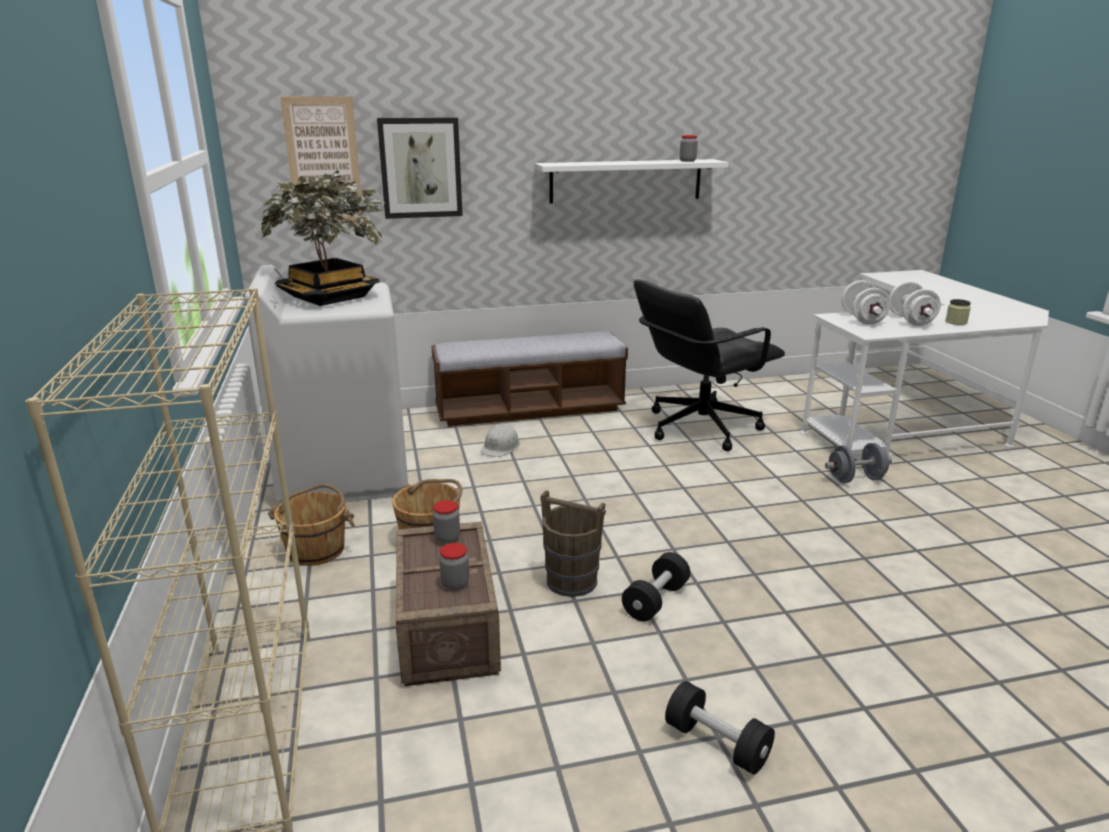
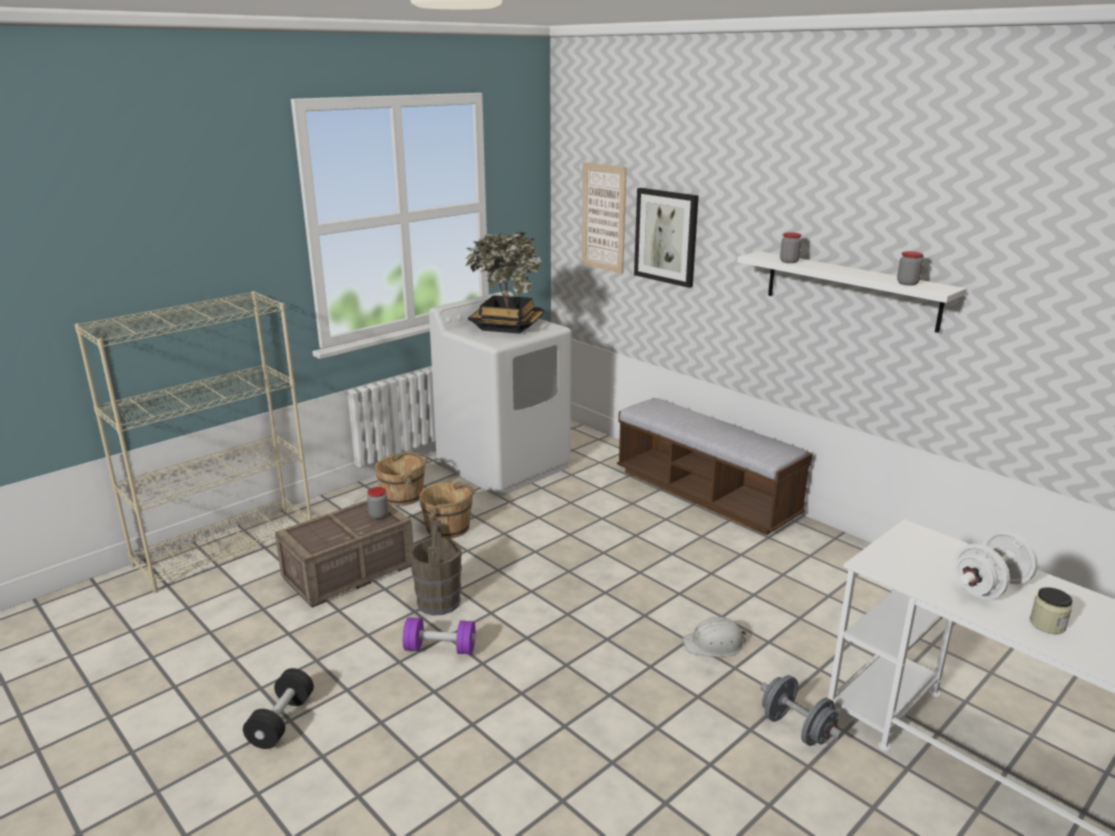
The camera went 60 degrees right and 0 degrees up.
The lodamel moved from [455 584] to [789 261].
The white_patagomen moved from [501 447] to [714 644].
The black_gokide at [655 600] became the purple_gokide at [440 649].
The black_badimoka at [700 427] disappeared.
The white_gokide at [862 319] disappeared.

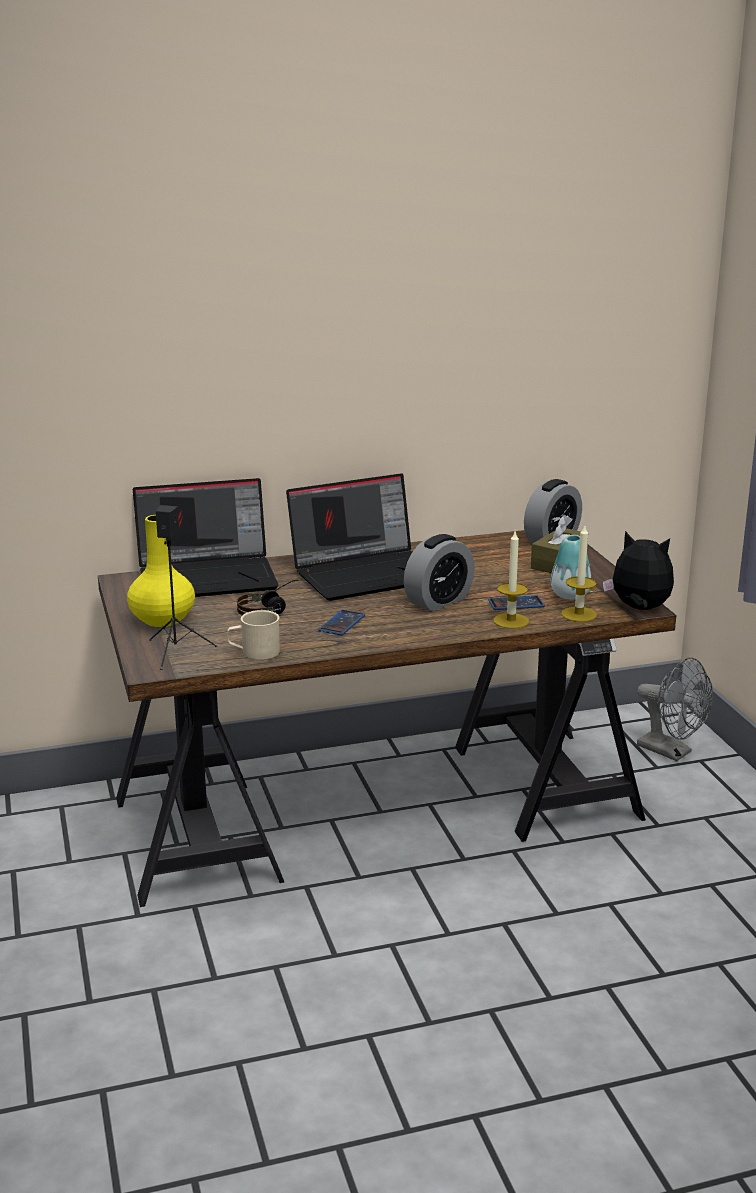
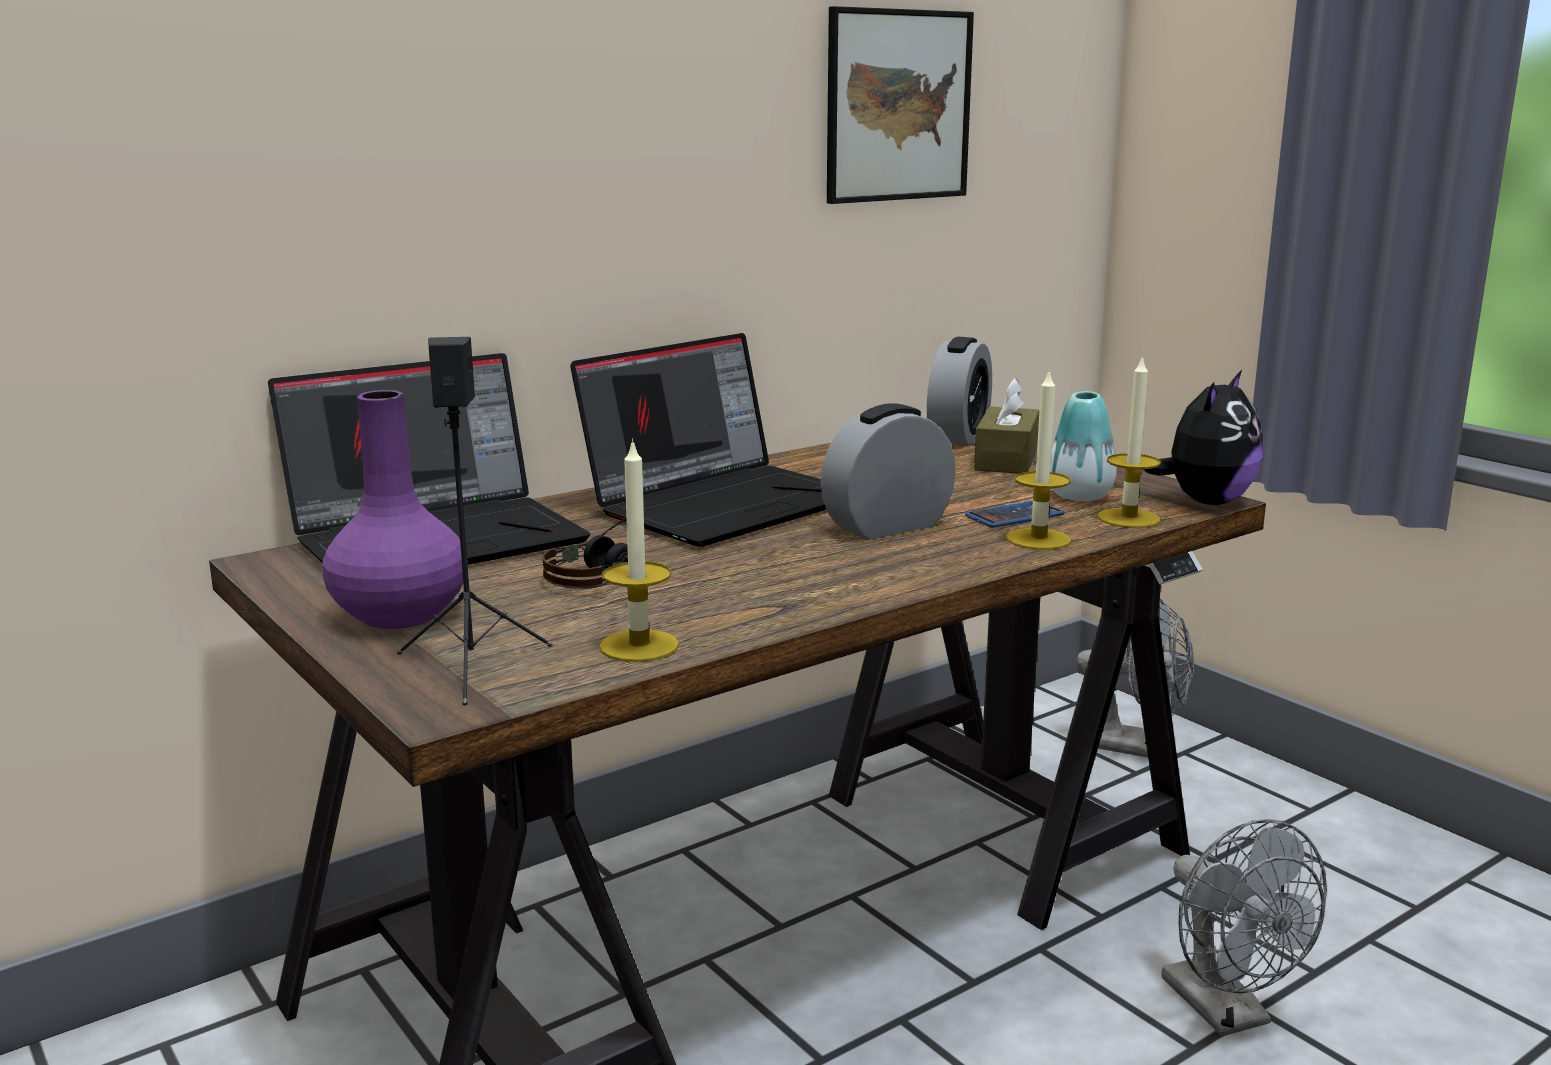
The camera went 20 degrees left and 5 degrees down.
The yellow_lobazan at [162 619] became the purple_lobazan at [398 615].
The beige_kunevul at [254 652] was replaced by the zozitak at [639 646].
The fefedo at [342 623] disappeared.
The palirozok at [438 601] turned 150 degrees counterclockwise.
The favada at [639 609] turned 120 degrees clockwise.
The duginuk at [898 106] appeared.
The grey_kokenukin at [1227 1012] appeared.

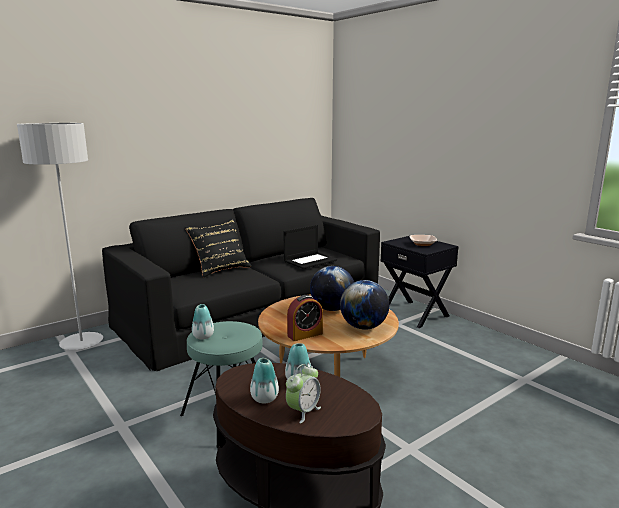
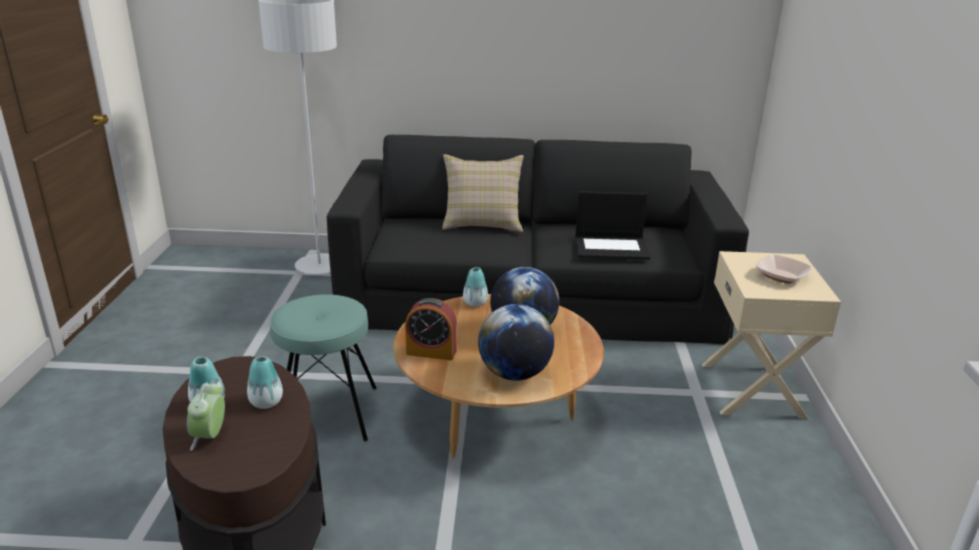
The camera went 40 degrees right and 10 degrees up.
The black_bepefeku at [220 269] became the beige_bepefeku at [482 223].
The lobazan moved from [203 336] to [475 303].
The palirozok at [303 411] turned 105 degrees clockwise.
The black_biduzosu at [415 313] became the beige_biduzosu at [754 390].

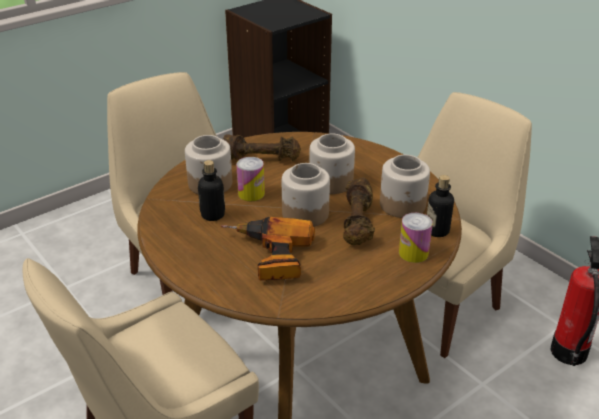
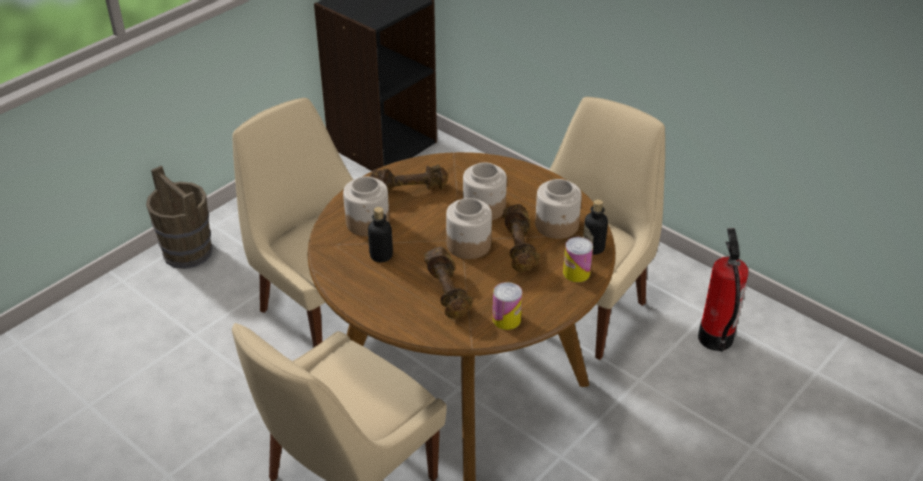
The camera went 10 degrees left and 5 degrees up.
The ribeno at [270 257] was replaced by the brown_gokide at [448 292].
The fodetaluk moved from [251 193] to [506 319].
The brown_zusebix at [187 252] appeared.

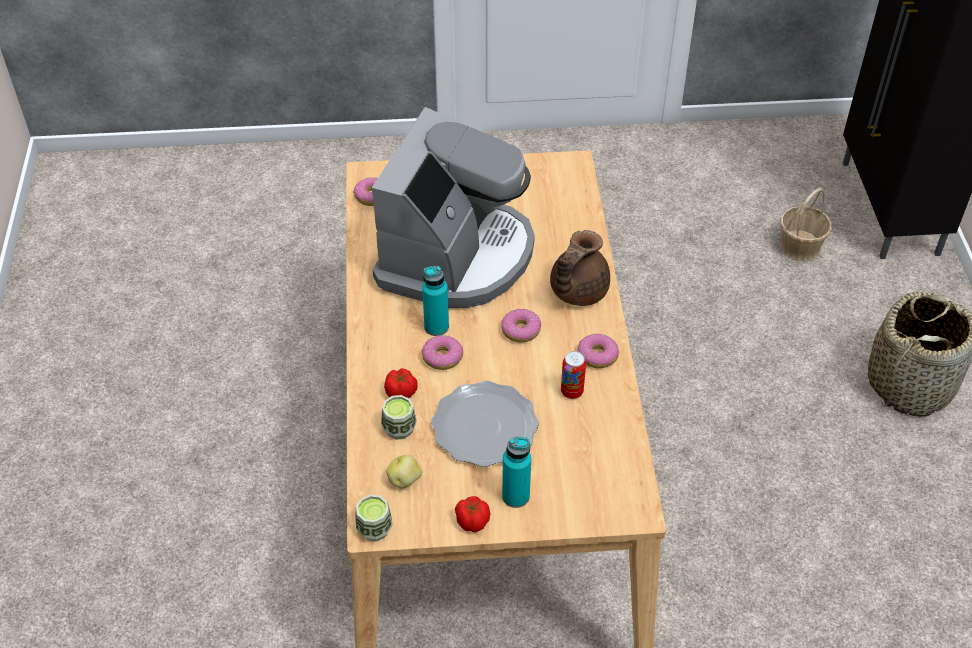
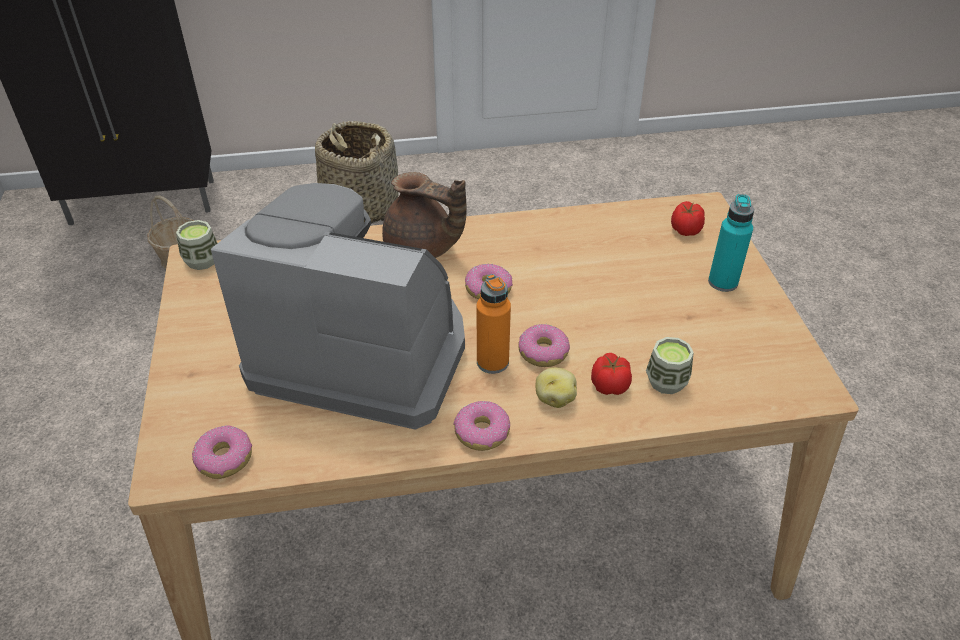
The camera went 95 degrees left and 5 degrees down.
The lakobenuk moved from [374 529] to [202 260].
The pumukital moved from [405 480] to [555 398].
The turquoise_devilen at [436 327] became the orange_devilen at [492 362].
The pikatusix at [484 427] disappeared.
The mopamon moved from [472 521] to [685 230].
The fodetaluk at [572 392] disappeared.
The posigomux moved from [597 356] to [482 432].

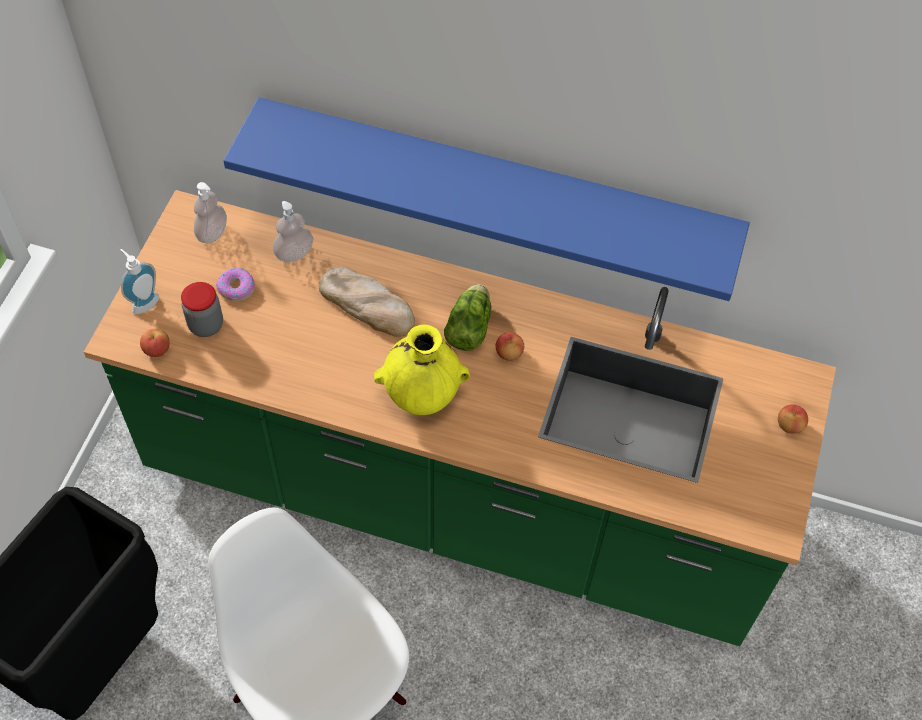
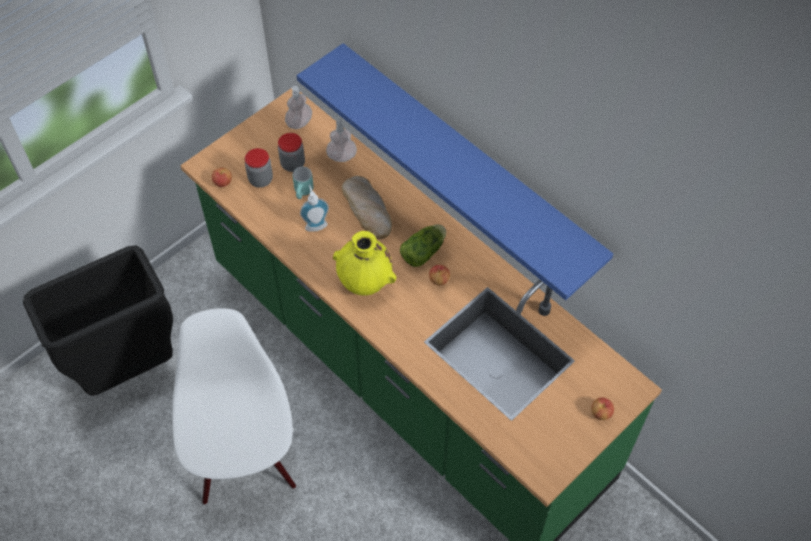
The camera went 30 degrees right and 0 degrees up.
The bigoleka moved from [143 302] to [315 224].
The posigomux at [236 288] was replaced by the lodamel at [293 164].
The turquoise_kunevul at [304 193] appeared.

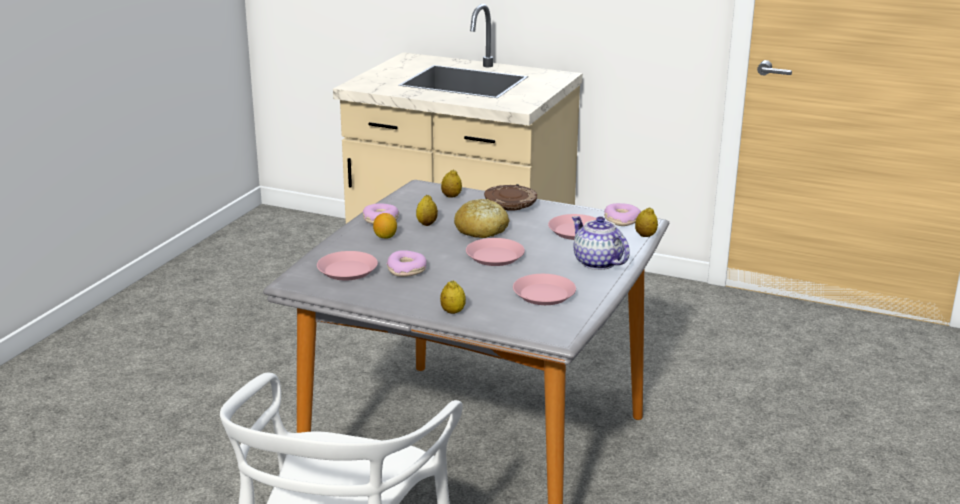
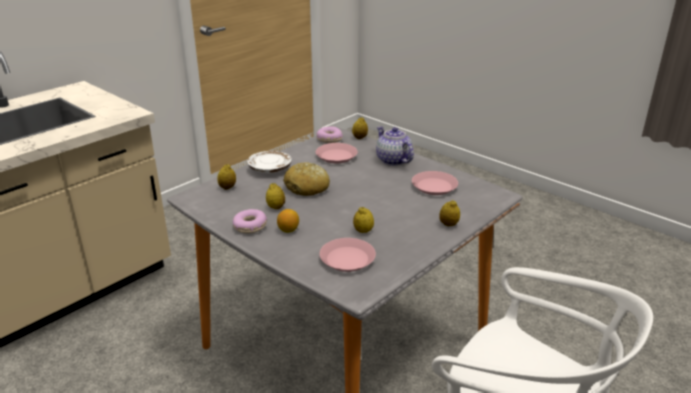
The camera went 70 degrees left and 5 degrees up.
The posigomux at [407 270] was replaced by the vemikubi at [363 231].
The pink_pikatusix at [495 257] disappeared.
The brown_pikatusix at [510 206] became the white_pikatusix at [269 169].
The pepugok at [597 263] turned 75 degrees clockwise.

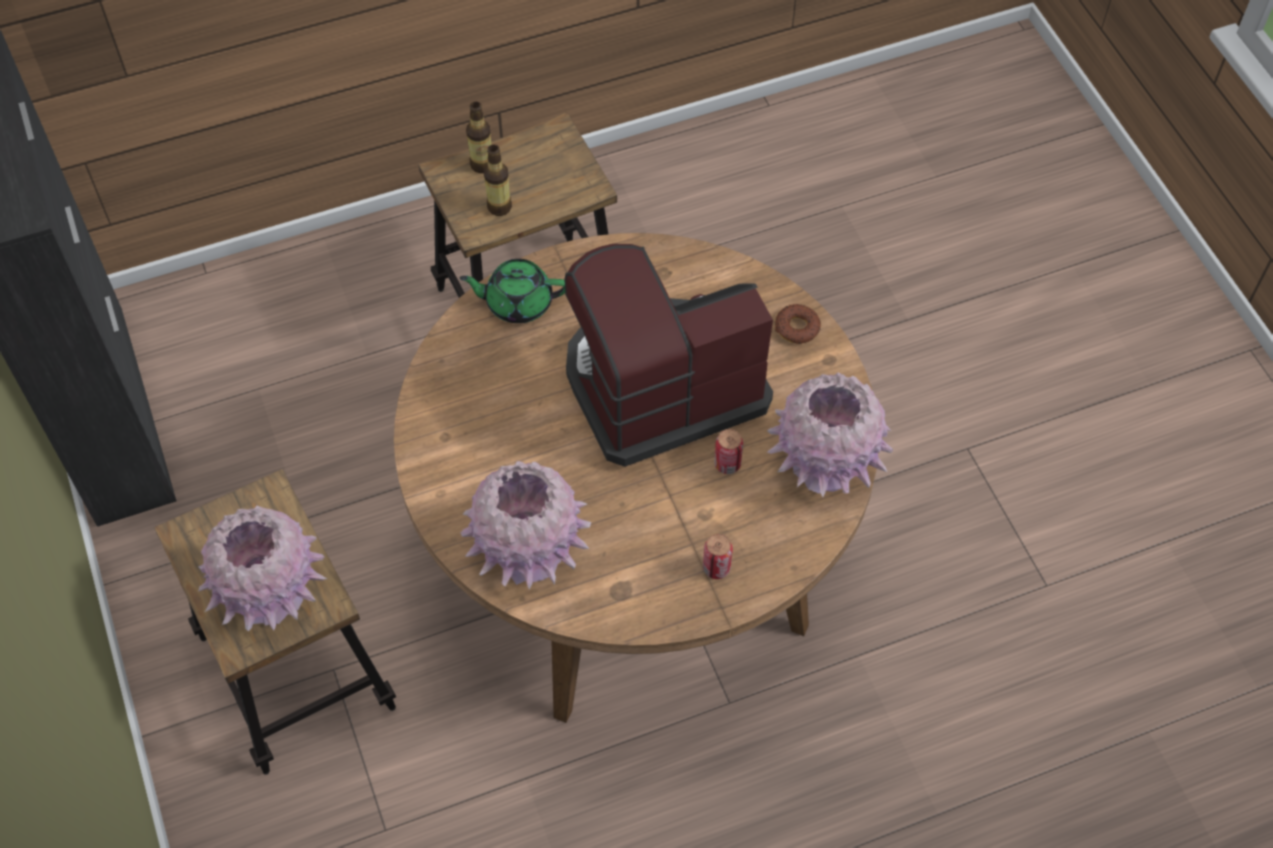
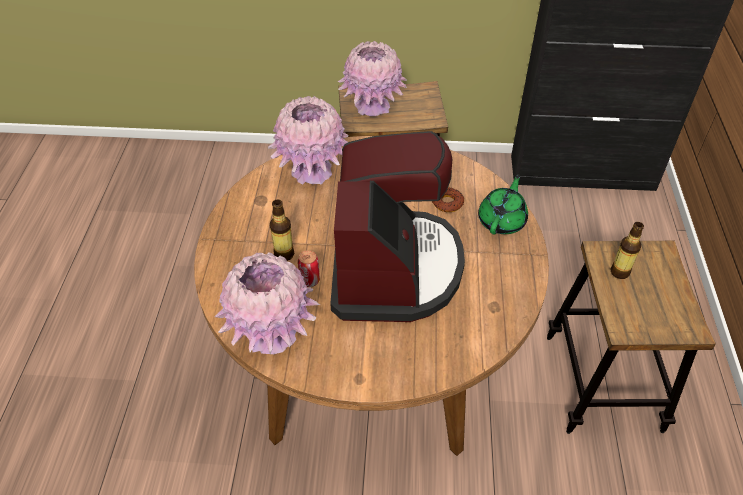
The camera went 115 degrees right and 10 degrees down.
The devilen moved from [482 164] to [284 254].
The fodetaluk at [716 568] disappeared.
The posigomux moved from [797 328] to [447 203].

